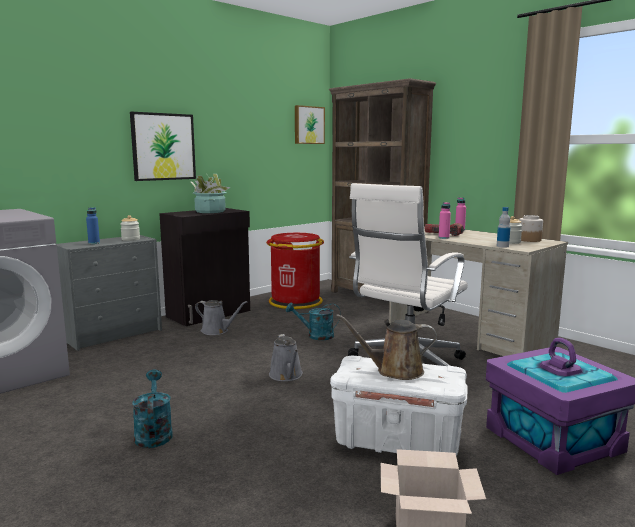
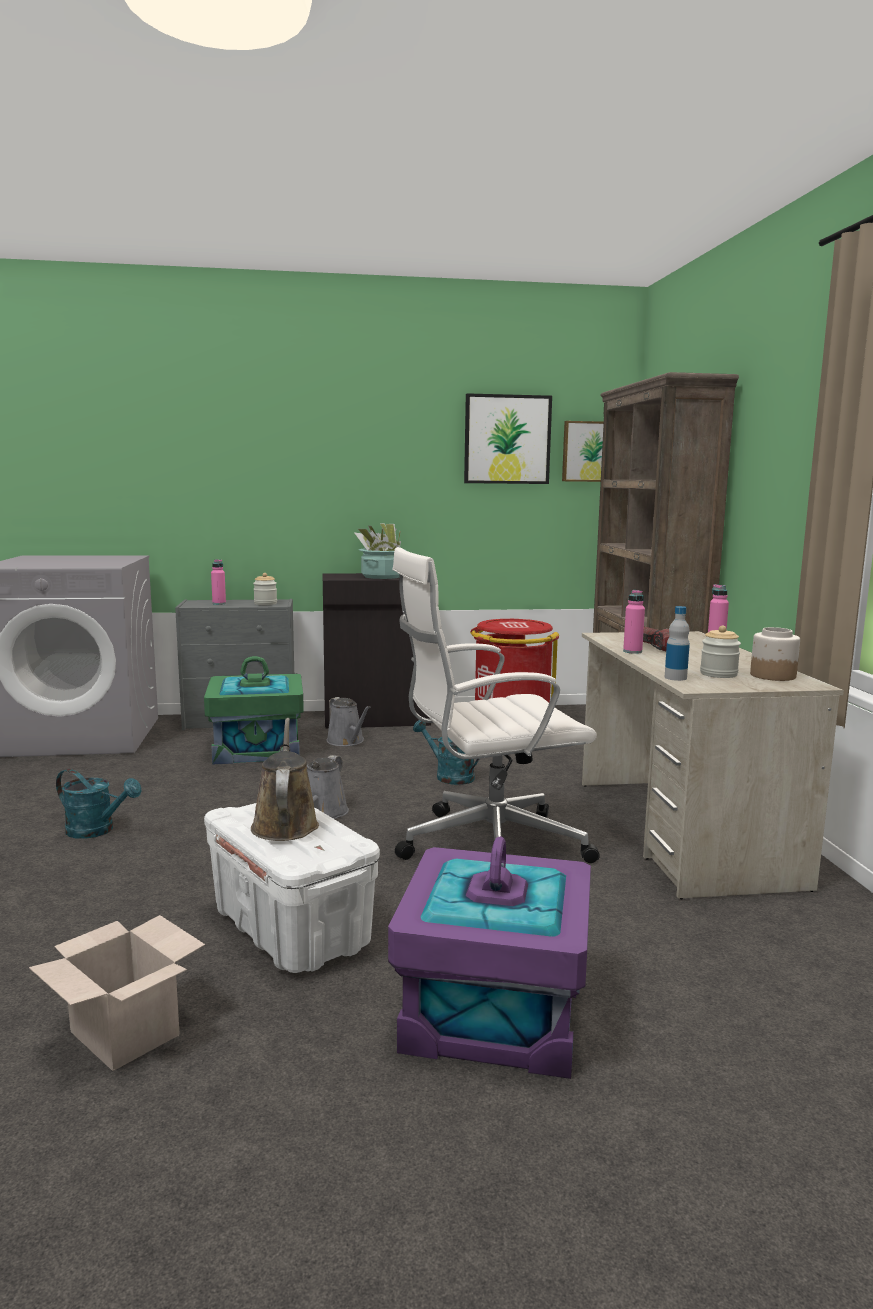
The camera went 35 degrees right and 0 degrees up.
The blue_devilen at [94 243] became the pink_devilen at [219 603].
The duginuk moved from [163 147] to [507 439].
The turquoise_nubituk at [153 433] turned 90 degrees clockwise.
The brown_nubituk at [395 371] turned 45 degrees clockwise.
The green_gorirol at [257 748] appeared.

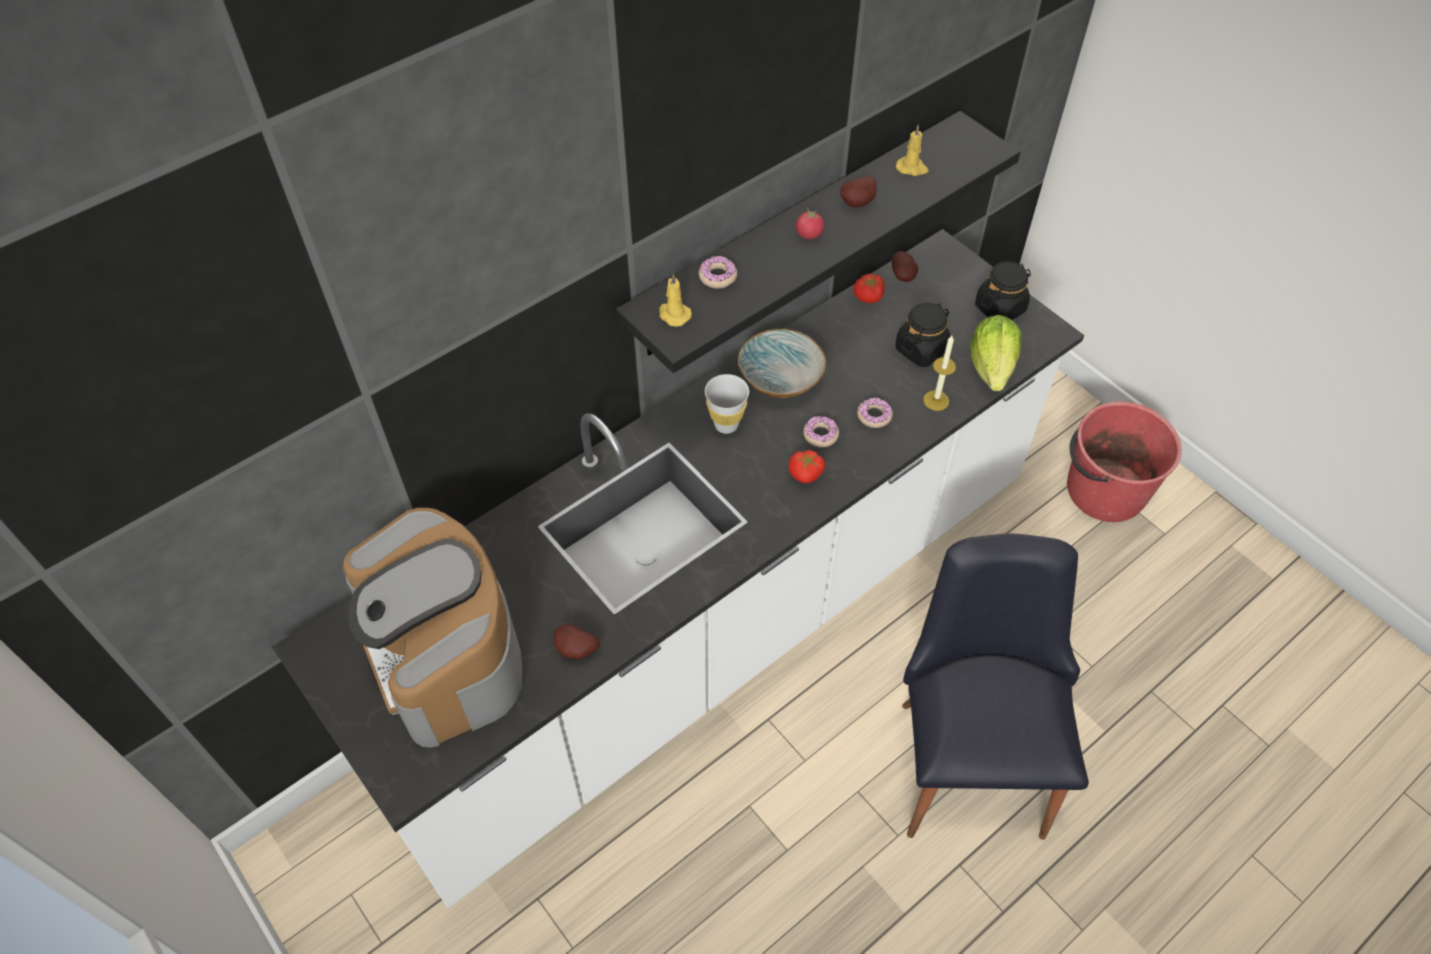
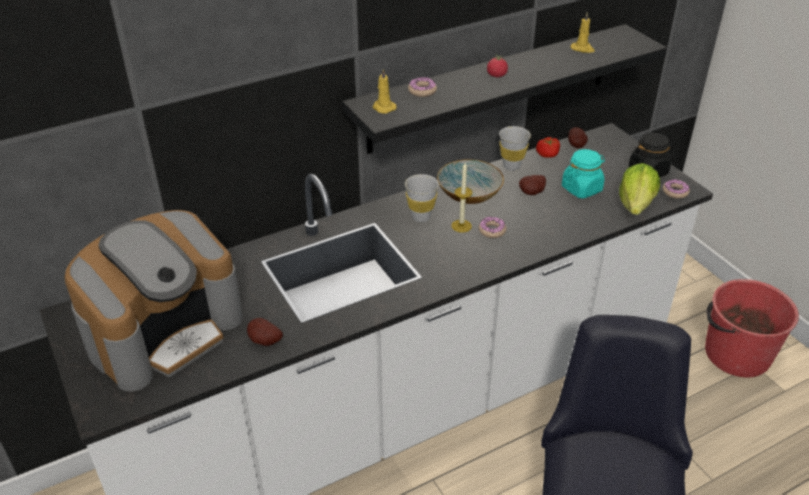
The camera went 10 degrees right and 15 degrees down.
The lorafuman at [446 654] turned 120 degrees counterclockwise.
The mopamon at [806 473] disappeared.
The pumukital moved from [859 203] to [532 193].
The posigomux moved from [874 416] to [675 192].
The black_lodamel at [921 349] became the turquoise_lodamel at [581 189].
The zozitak moved from [936 400] to [461 226].
The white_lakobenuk at [511 166] appeared.

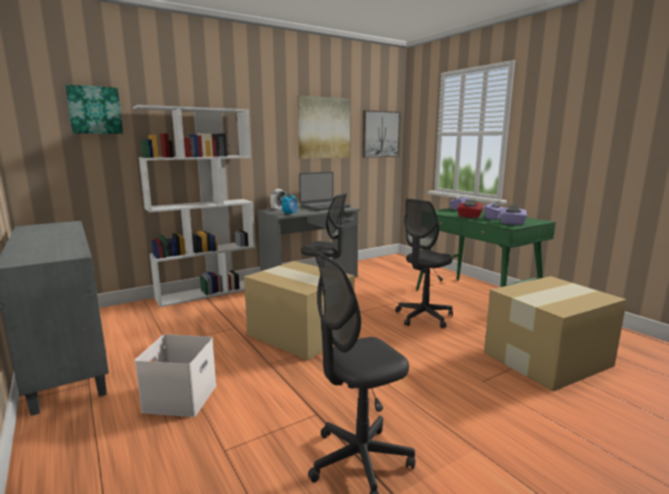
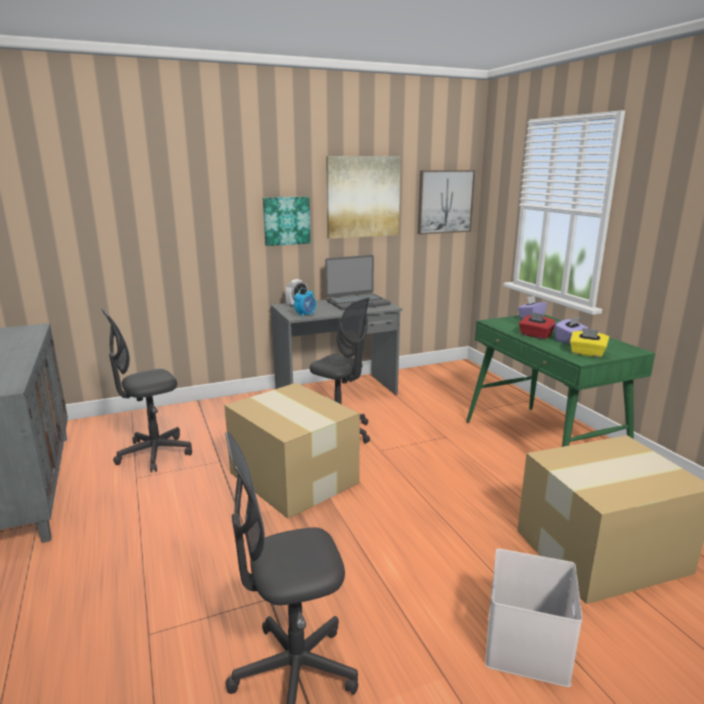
The camera went 10 degrees right and 5 degrees up.
The duginuk moved from [95 110] to [286 220].
The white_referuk at [208 292] disappeared.
The white_gorirol moved from [181 398] to [528 646].
The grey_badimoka moved from [424 317] to [154 454].
The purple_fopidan at [512 223] became the yellow_fopidan at [587 353].

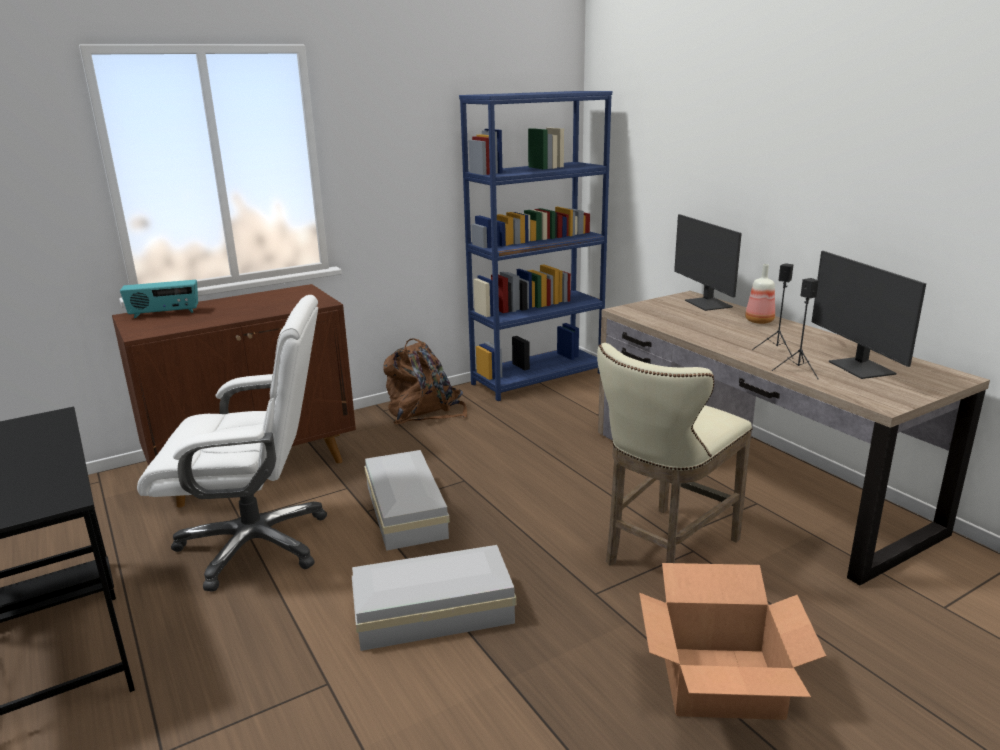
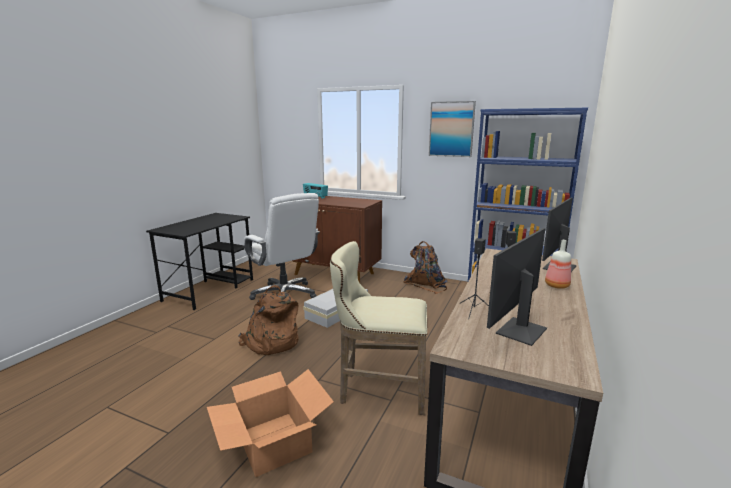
The camera went 55 degrees right and 5 degrees down.
The white_gorirol at [430 611] was replaced by the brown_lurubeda at [271 342].
The duginuk at [451 129] appeared.

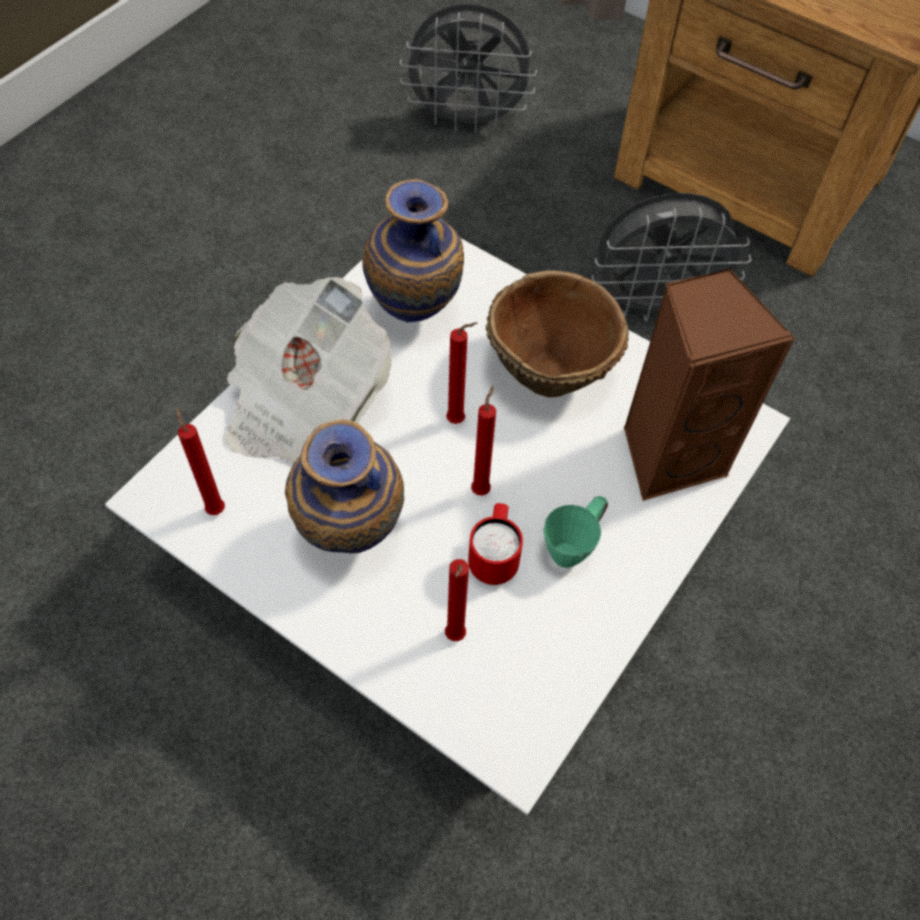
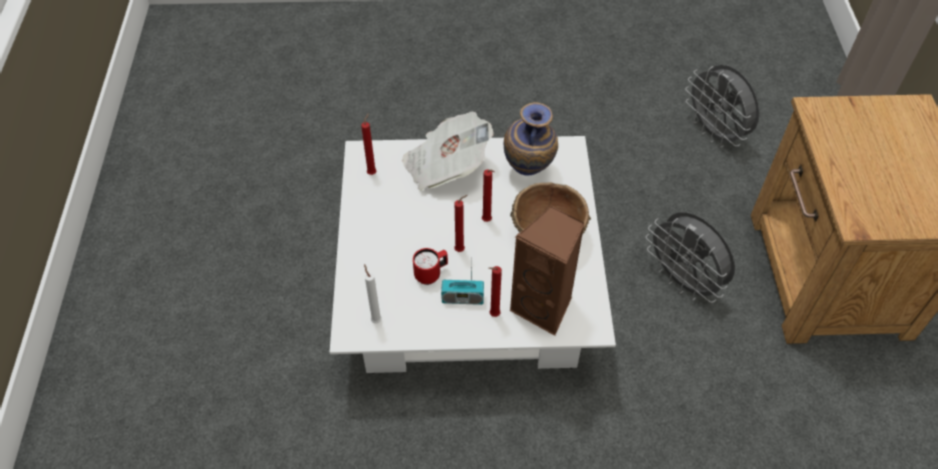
The camera went 55 degrees right and 5 degrees down.
The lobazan at [349 538] disappeared.
The red_zozitak moved from [454 638] to [493 315].
The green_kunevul at [573 546] was replaced by the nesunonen at [462 298].
The white_zozitak at [376 319] appeared.

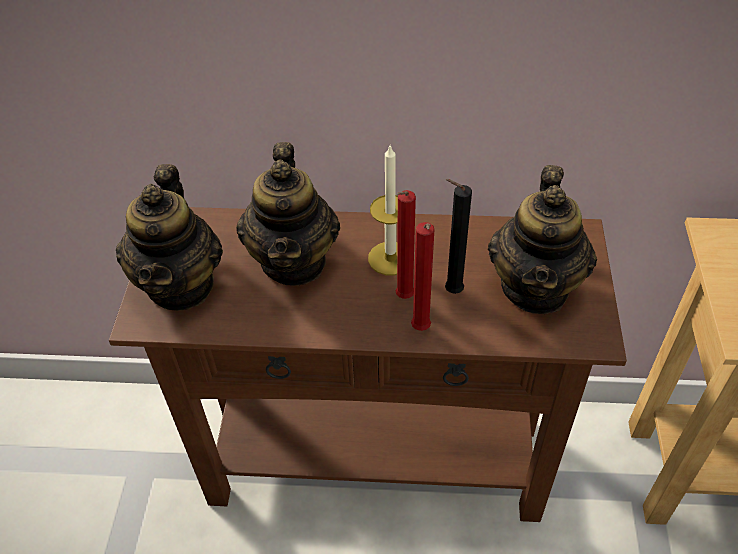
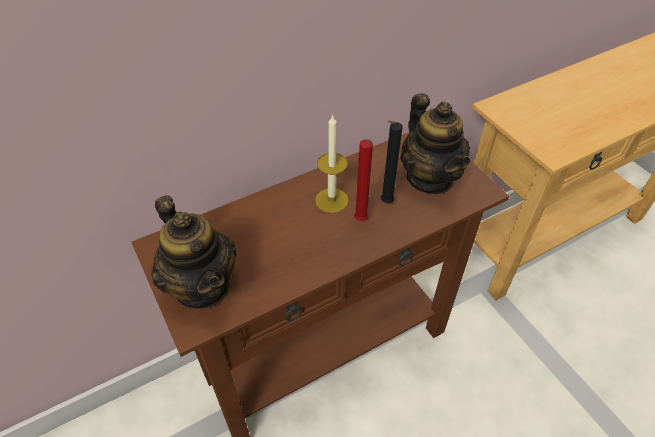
The camera went 35 degrees left and 0 degrees up.
The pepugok at [294 261] disappeared.
The red_zozitak at [421 330] disappeared.

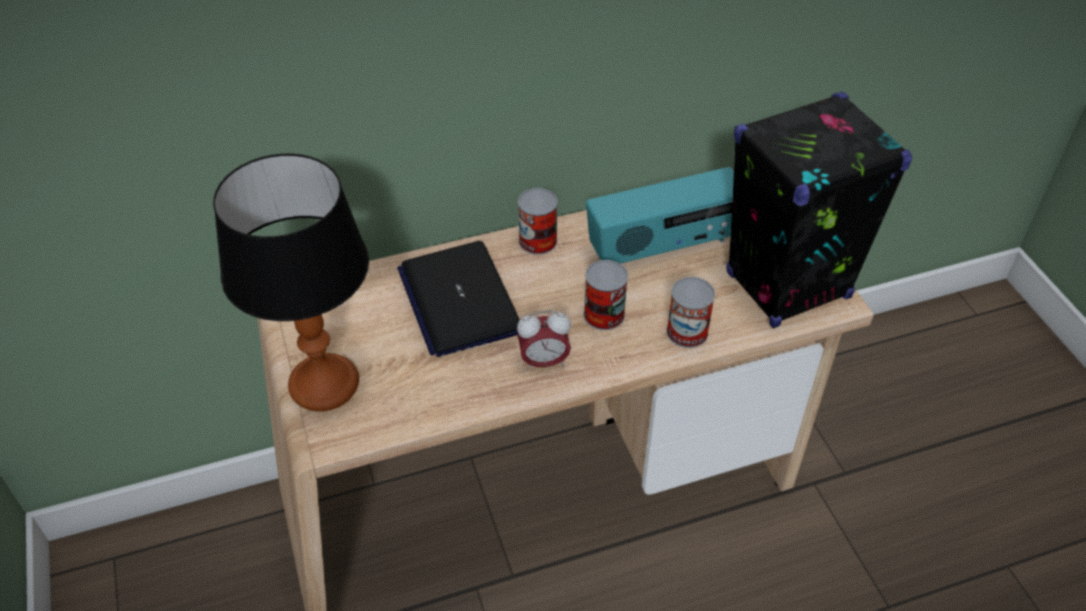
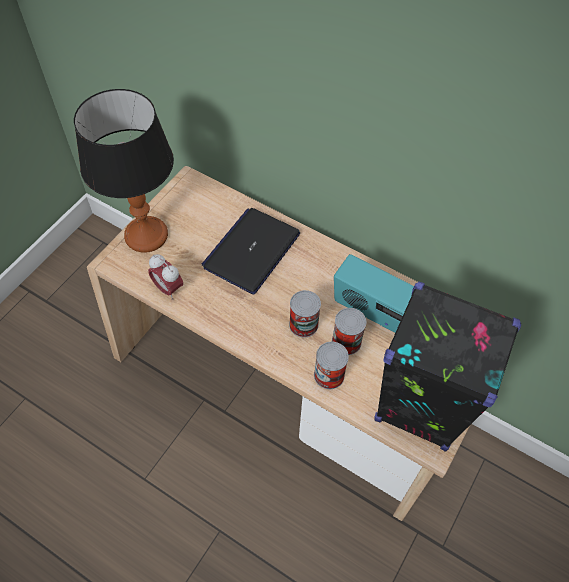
The camera went 50 degrees right and 10 degrees up.
The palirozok moved from [544 362] to [168 288].
The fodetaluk moved from [537 241] to [346 341].

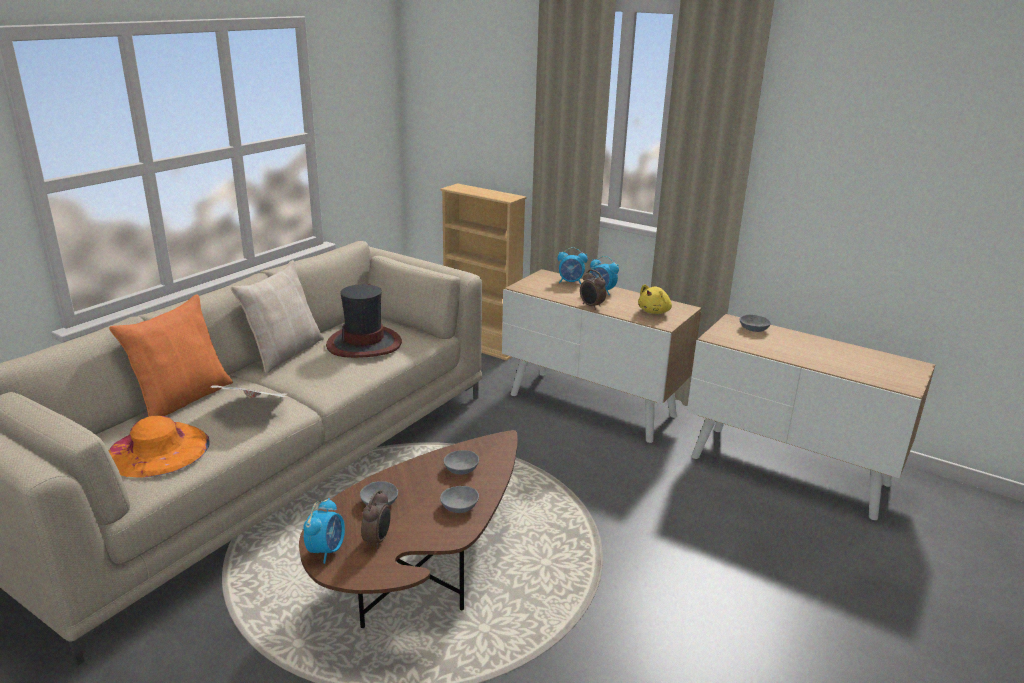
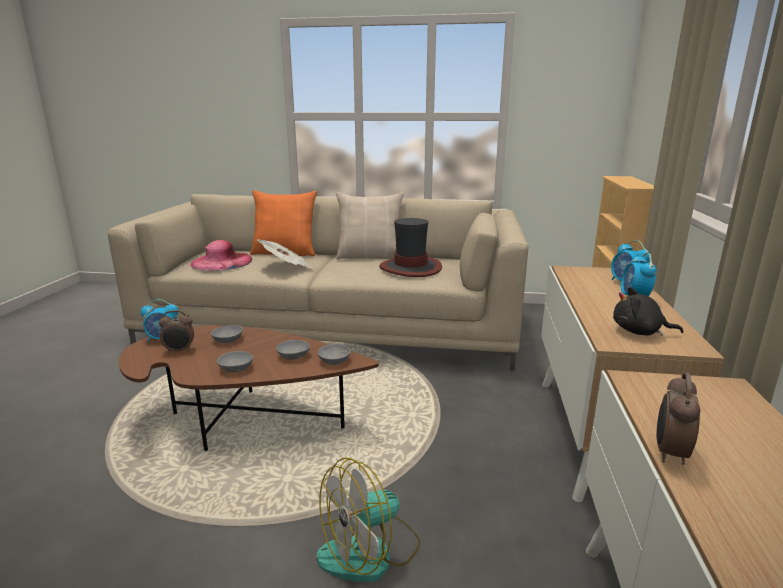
The camera went 65 degrees right and 5 degrees down.
The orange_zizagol at [158 449] became the pink_zizagol at [221 261].
The palirozok moved from [591 306] to [669 453].
The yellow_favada at [655 311] became the black_favada at [639 332].
The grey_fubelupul moved from [753 329] to [333 360].
The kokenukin at [370 552] appeared.

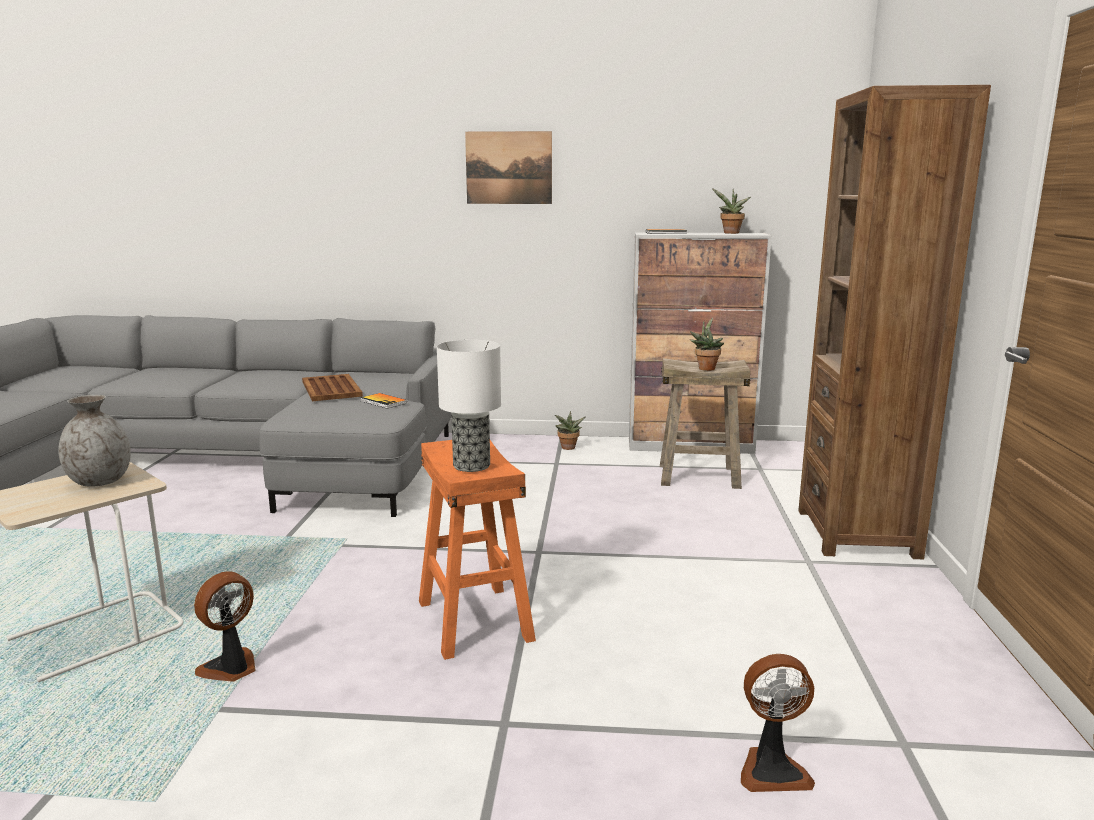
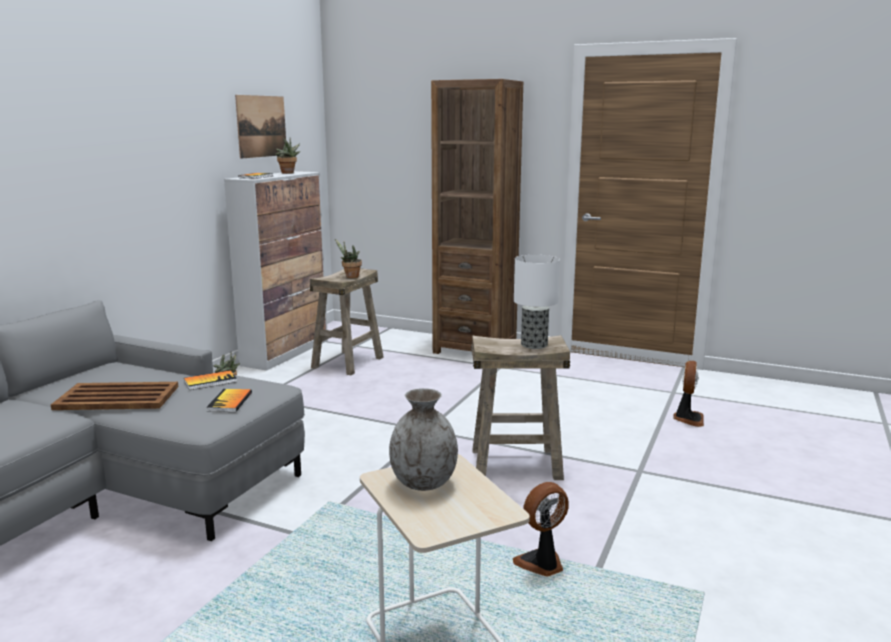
The camera went 70 degrees left and 0 degrees up.
The kokenukin at [231 668] turned 90 degrees clockwise.
The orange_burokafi at [475 620] became the beige_burokafi at [516 464].
The duginuk moved from [509 168] to [261 126].
The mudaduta at [230 402] appeared.

